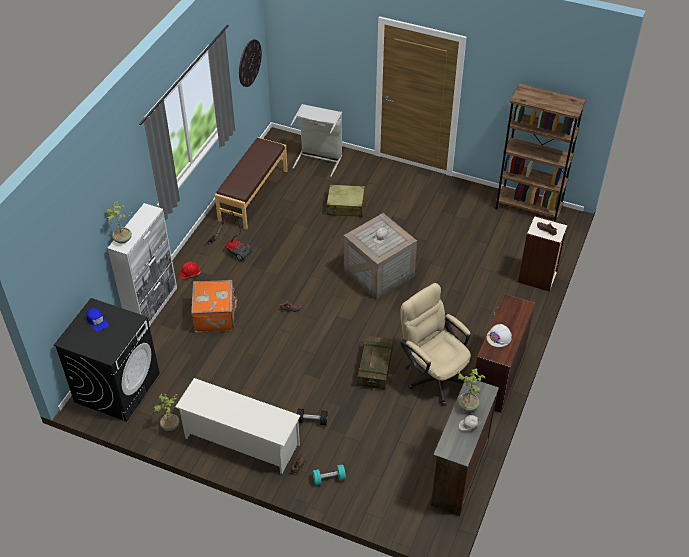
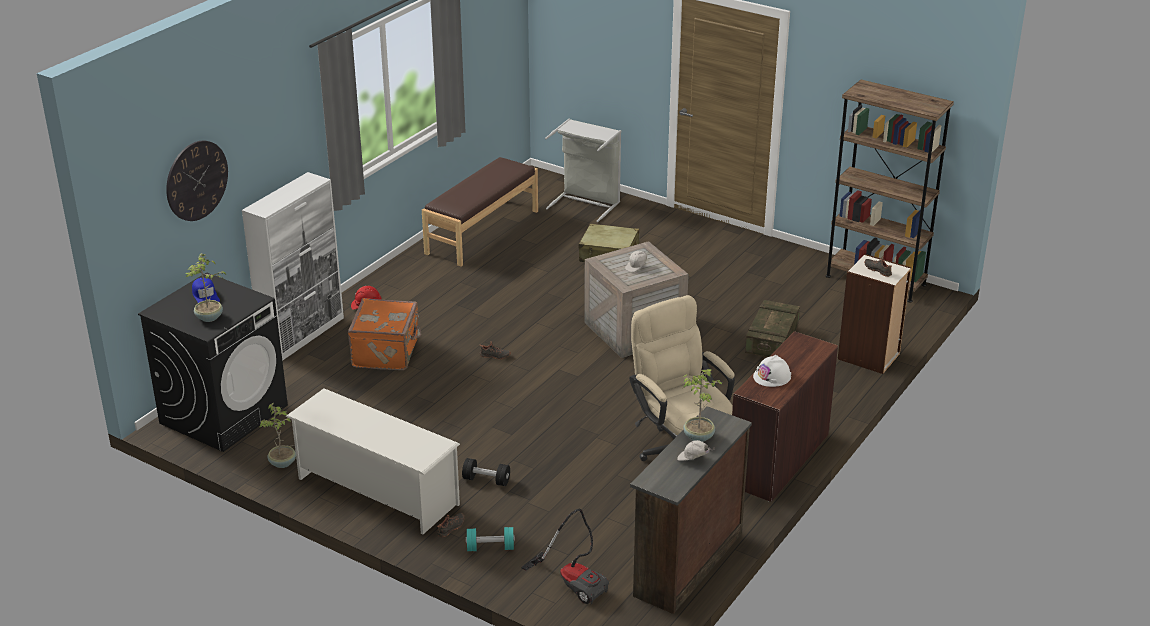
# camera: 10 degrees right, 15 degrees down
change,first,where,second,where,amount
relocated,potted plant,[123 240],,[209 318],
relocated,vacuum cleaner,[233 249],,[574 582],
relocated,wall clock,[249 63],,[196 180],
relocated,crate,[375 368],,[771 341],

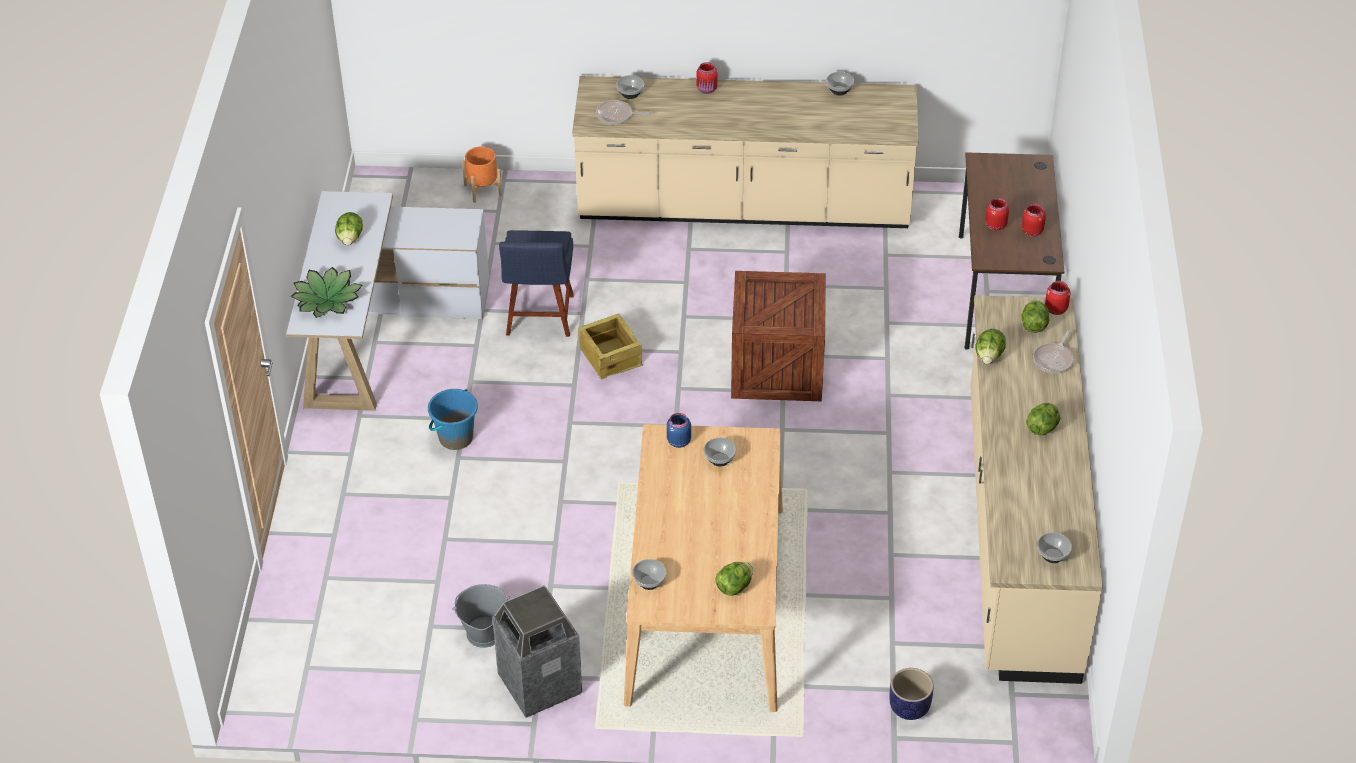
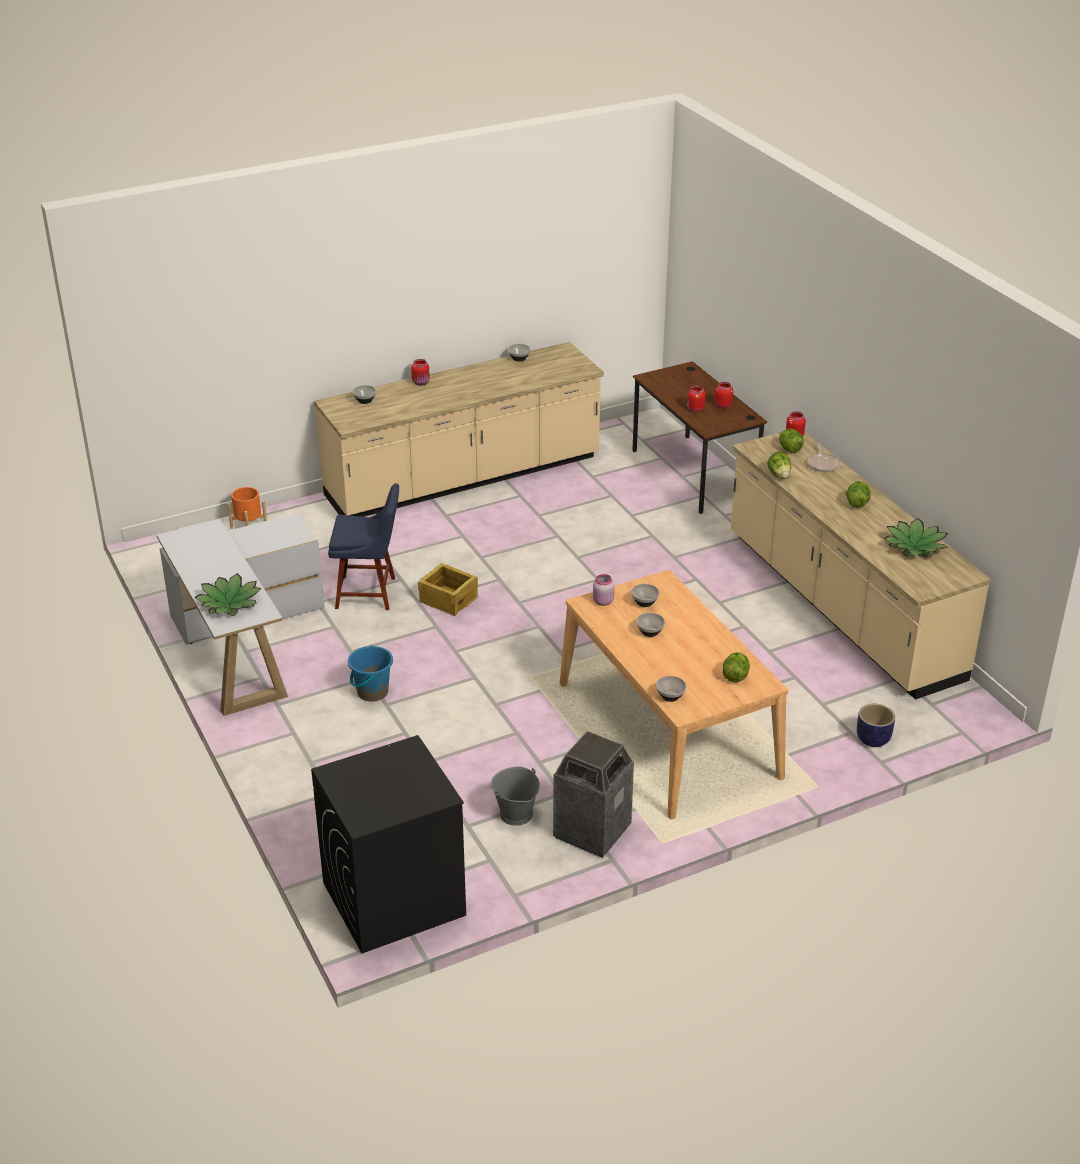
# camera: 30 degrees left, 10 degrees down
change,first,where,second,where,amount
missing,lettuce,[350 239],,,
missing,frying pan,[616 116],,,
missing,crate,[778 369],,,
appeared,,,washing machine in black,[393 899],
appeared,,,potted plant,[914 546],
relocated,bowl,[1052 556],,[649 632],
colour,jar in blue,[678 441],jar in pink,[602 601],
spun,chair in blue,[539 318],,[369 593],60 degrees counterclockwise

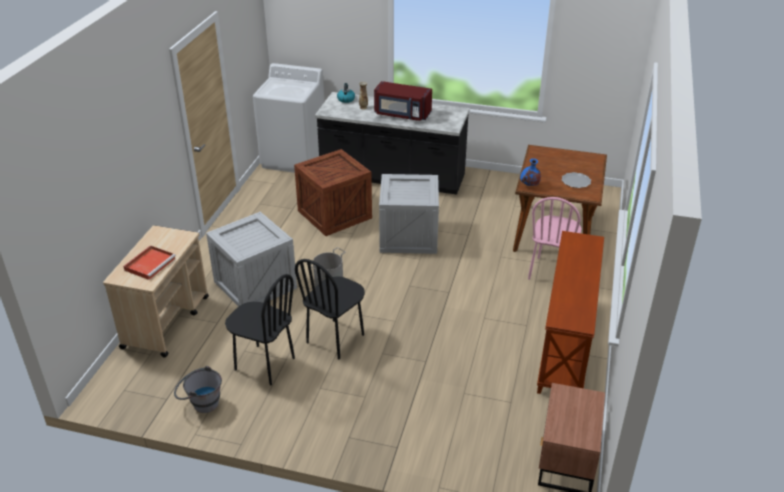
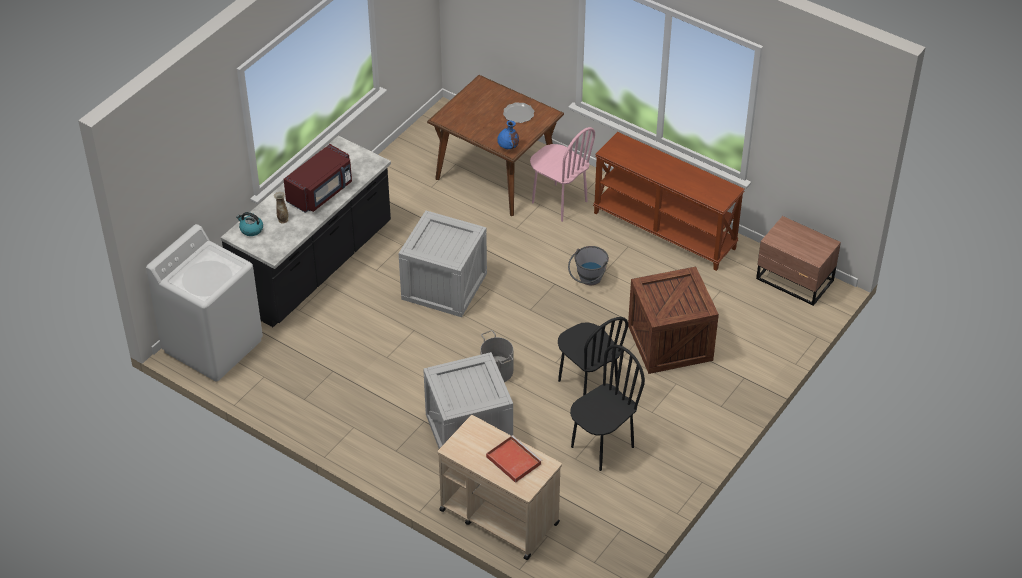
# camera: 70 degrees left, 10 degrees up
change,first,where,second,where,amount
relocated,bucket in grey,[201 403],,[588 280],
relocated,crate,[335 213],,[668 342],

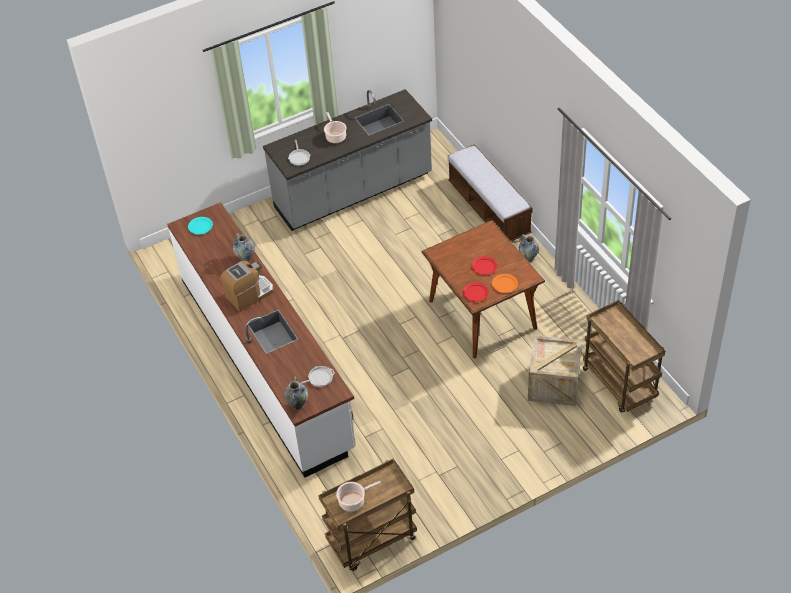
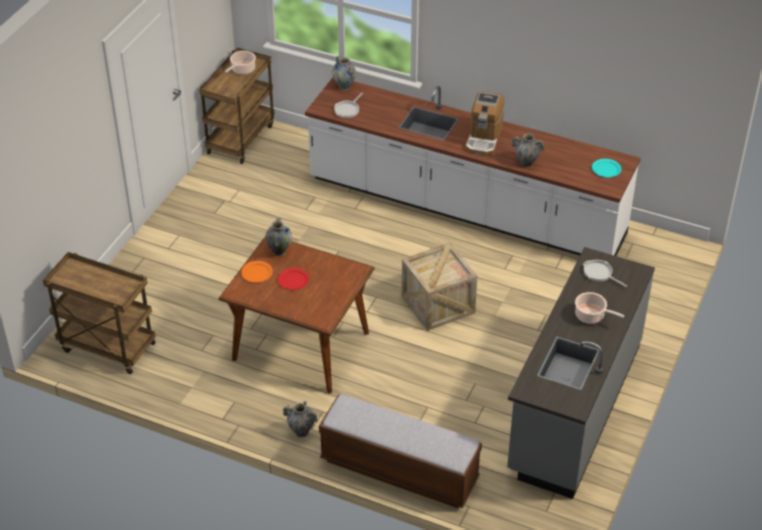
# camera: 140 degrees right, 5 degrees down
change,first,where,second,where,amount
relocated,crate,[553 384],,[438 304],
exchanged,plate in red,[475 293],vase,[279 251],

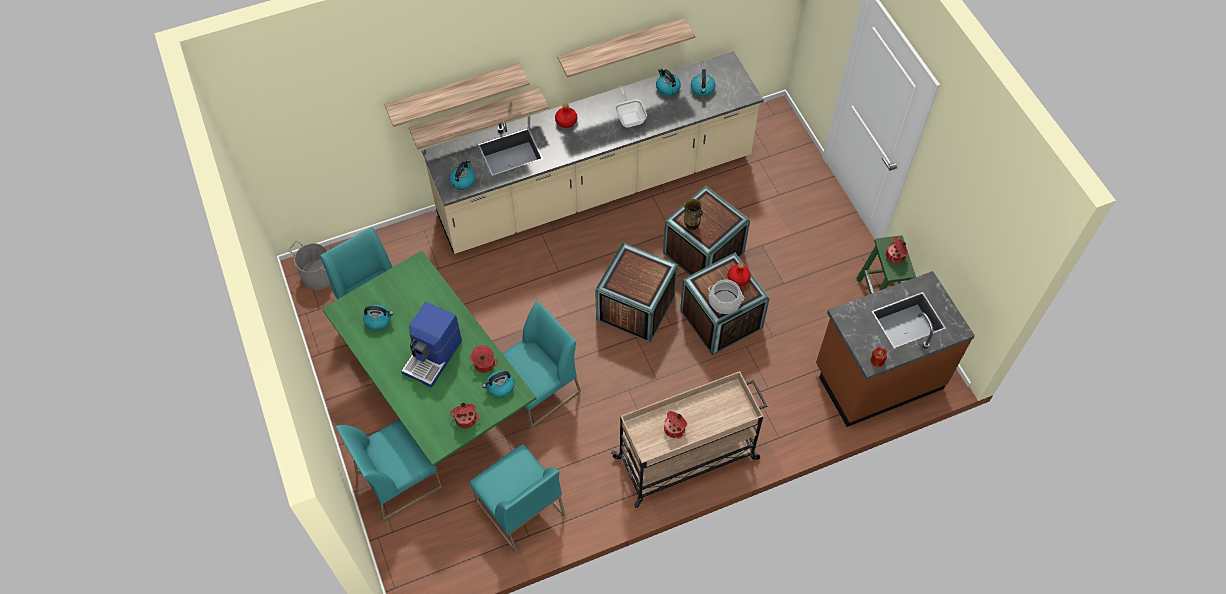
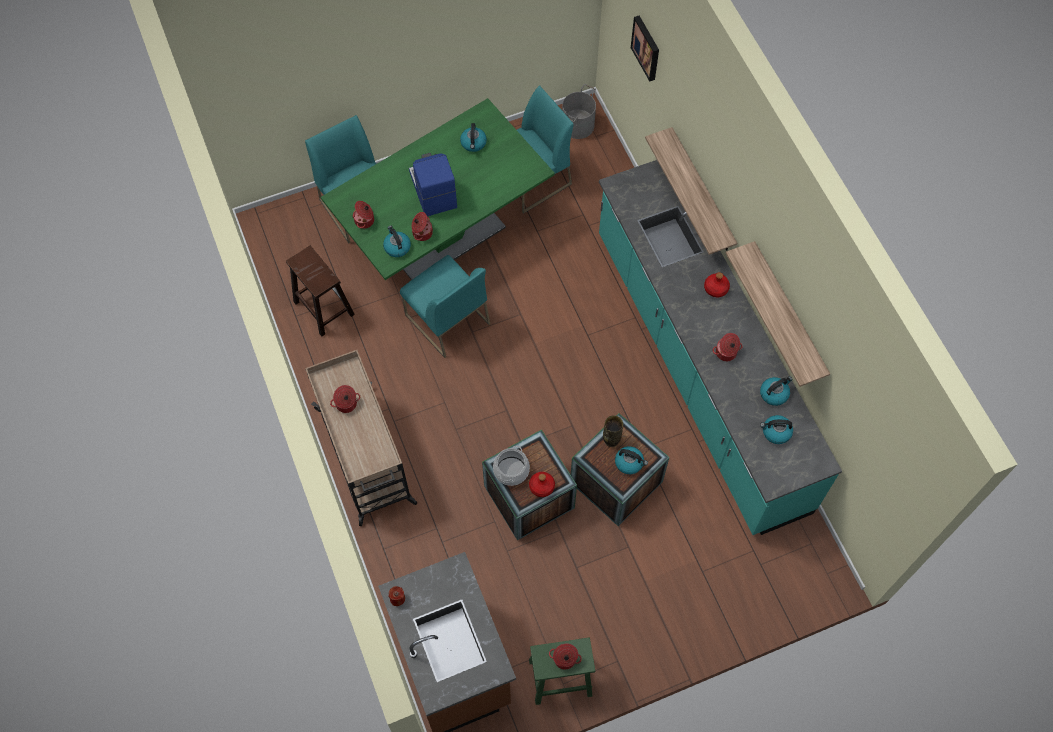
# camera: 90 degrees right, 5 degrees up
change,first,where,second,where,amount
missing,shelf,[454 93],,,
missing,crate,[635 307],,,
appeared,,,picture,[647 47],
relocated,kettle,[463 180],,[629 462],
exchanged,chair in turquoise,[519 508],stool in brown,[323 307],
exchanged,frying pan,[630 117],cooking pot,[726 353],
colour,counter in beige,[596 188],counter in turquoise,[698 370],
spun,coffee machine,[433 356],,[432 190],45 degrees clockwise

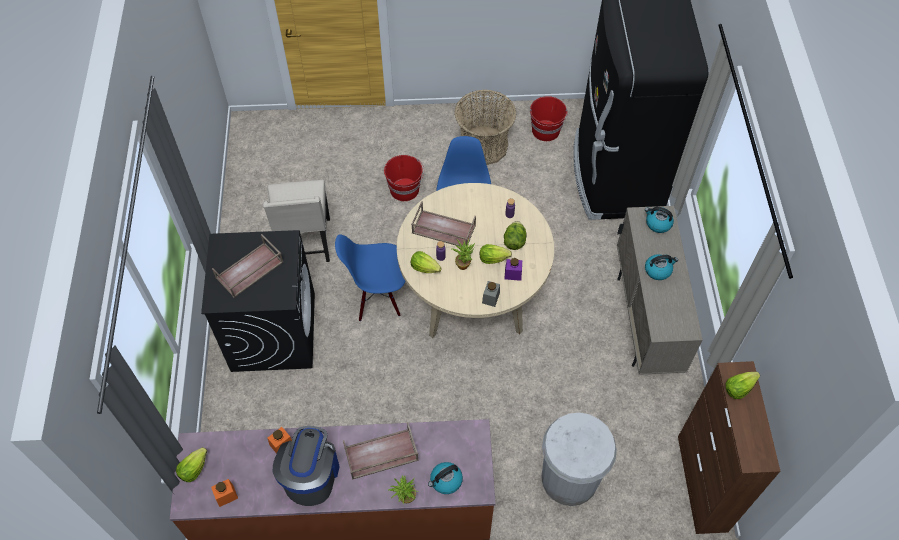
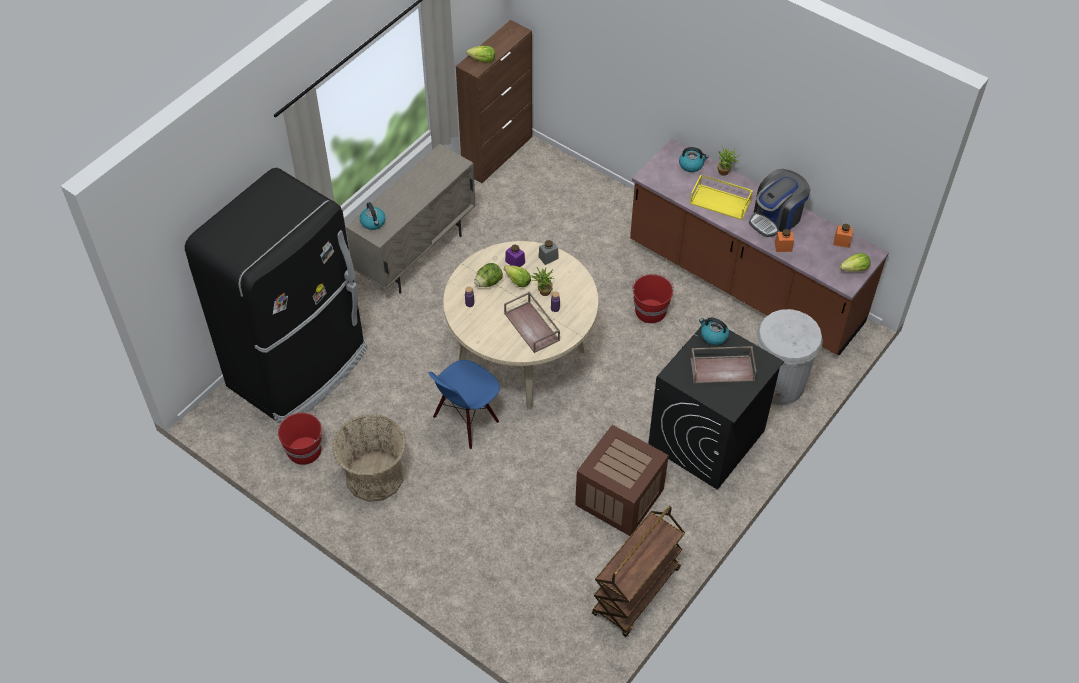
# camera: 140 degrees left, 5 degrees down
change,first,where,second,where,amount
missing,chair in blue,[378 297],,,
missing,lettuce,[424 267],,,
appeared,,,cart in brown,[636 592],
relocated,bucket in red,[405 190],,[650 310],
relocated,trash can in white,[569 478],,[778 383],
relocated,kettle,[658 270],,[713 336],
exchanged,chair in beige,[305 243],crate,[619 497],
colour,tray in brown,[380 455],tray in yellow,[721 202],

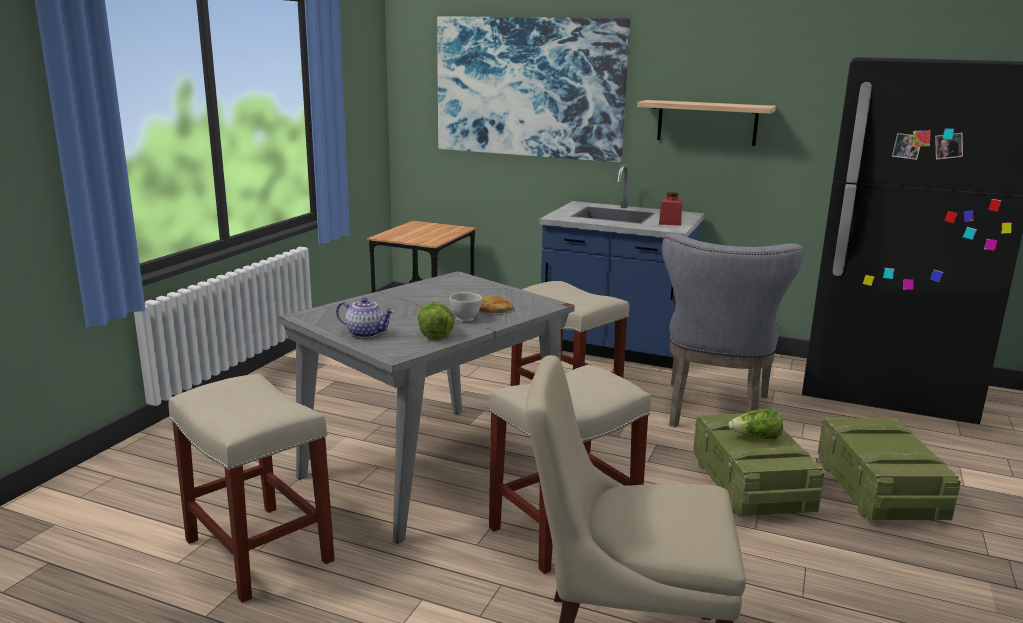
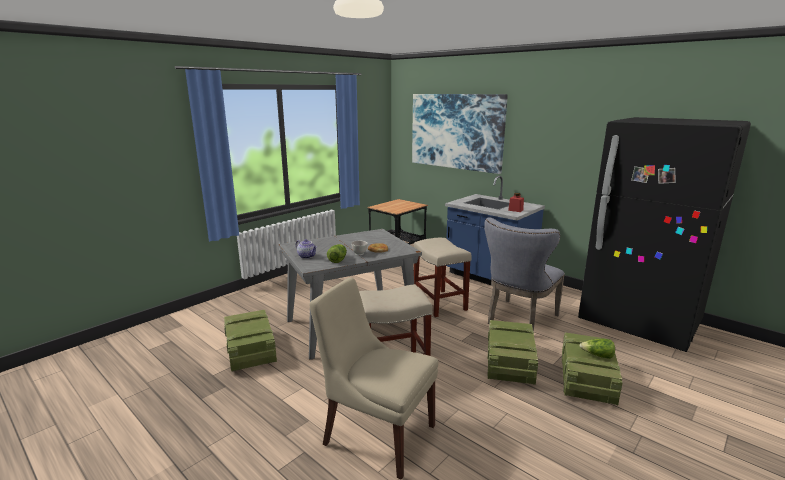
# camera: 20 degrees right, 0 degrees up
change,first,where,second,where,amount
missing,shelf,[707 122],,,
relocated,lettuce,[756 437],,[597 355],
exchanged,stool in beige,[257 550],crate,[250 351],

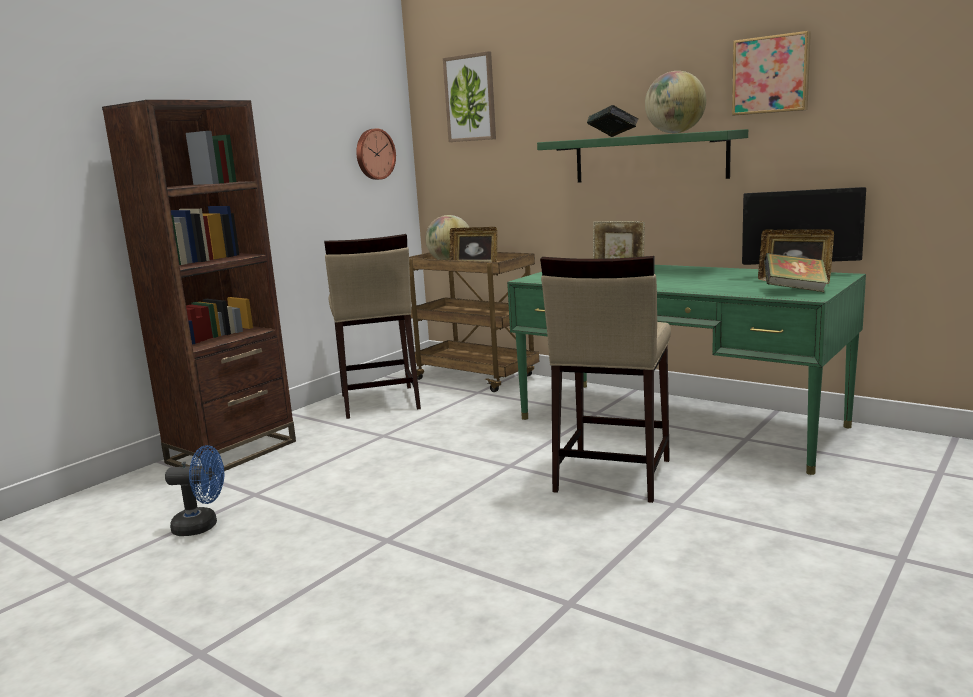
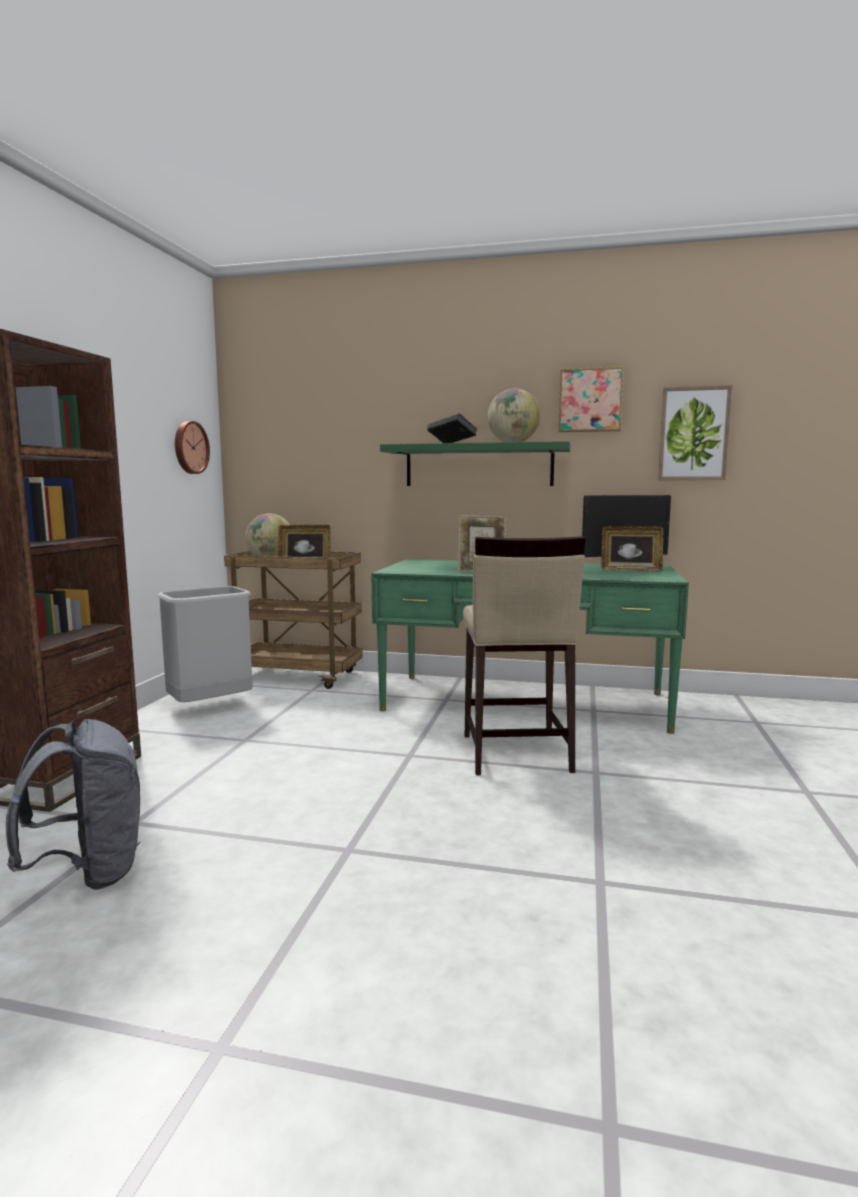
# camera: 25 degrees left, 5 degrees down
change,first,where,second,where,amount
missing,book,[794 290],,,
relocated,picture,[470 98],,[693 434],
exchanged,fan in blue,[202 526],backpack in grey,[89 872],
exchanged,stool in beige,[379 402],trash can in grey,[210 707],

